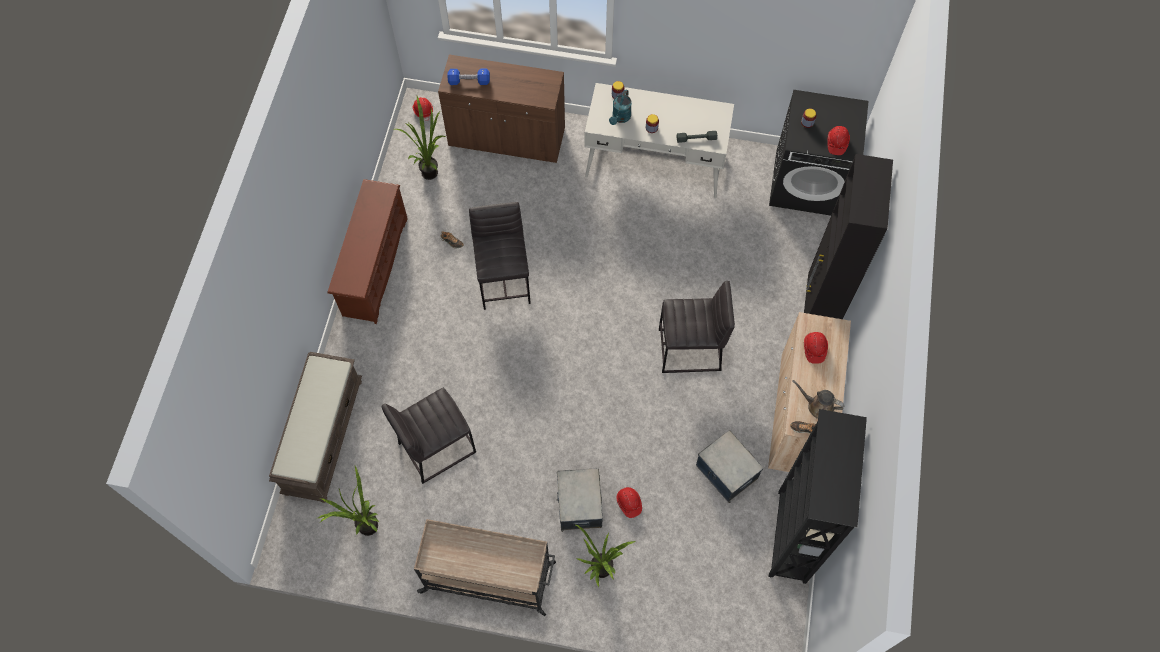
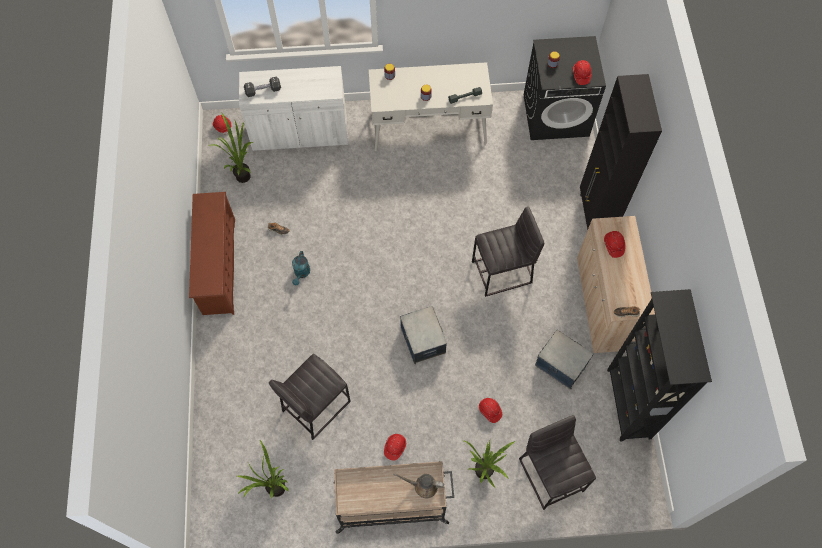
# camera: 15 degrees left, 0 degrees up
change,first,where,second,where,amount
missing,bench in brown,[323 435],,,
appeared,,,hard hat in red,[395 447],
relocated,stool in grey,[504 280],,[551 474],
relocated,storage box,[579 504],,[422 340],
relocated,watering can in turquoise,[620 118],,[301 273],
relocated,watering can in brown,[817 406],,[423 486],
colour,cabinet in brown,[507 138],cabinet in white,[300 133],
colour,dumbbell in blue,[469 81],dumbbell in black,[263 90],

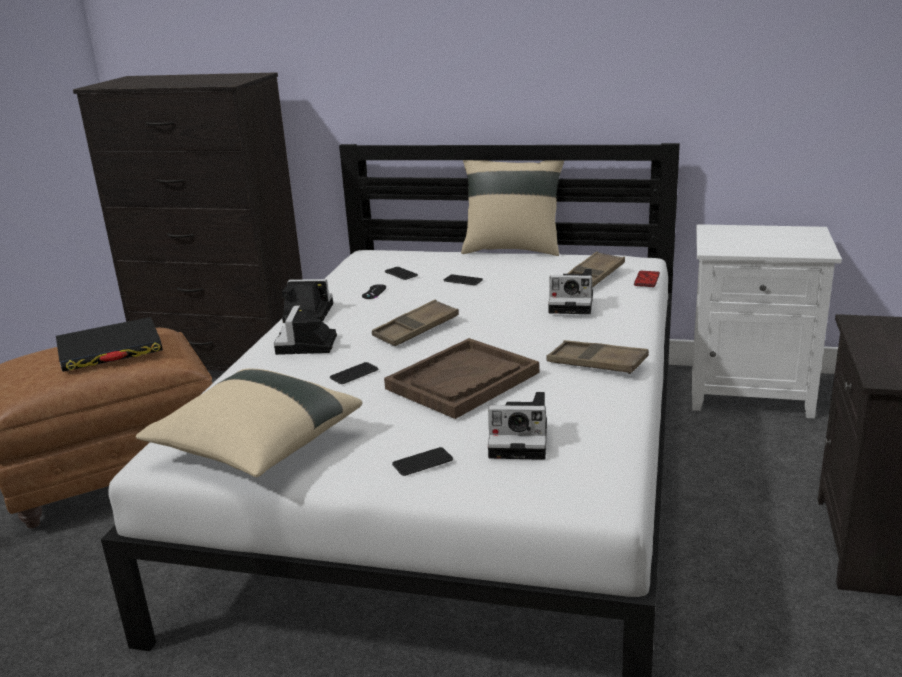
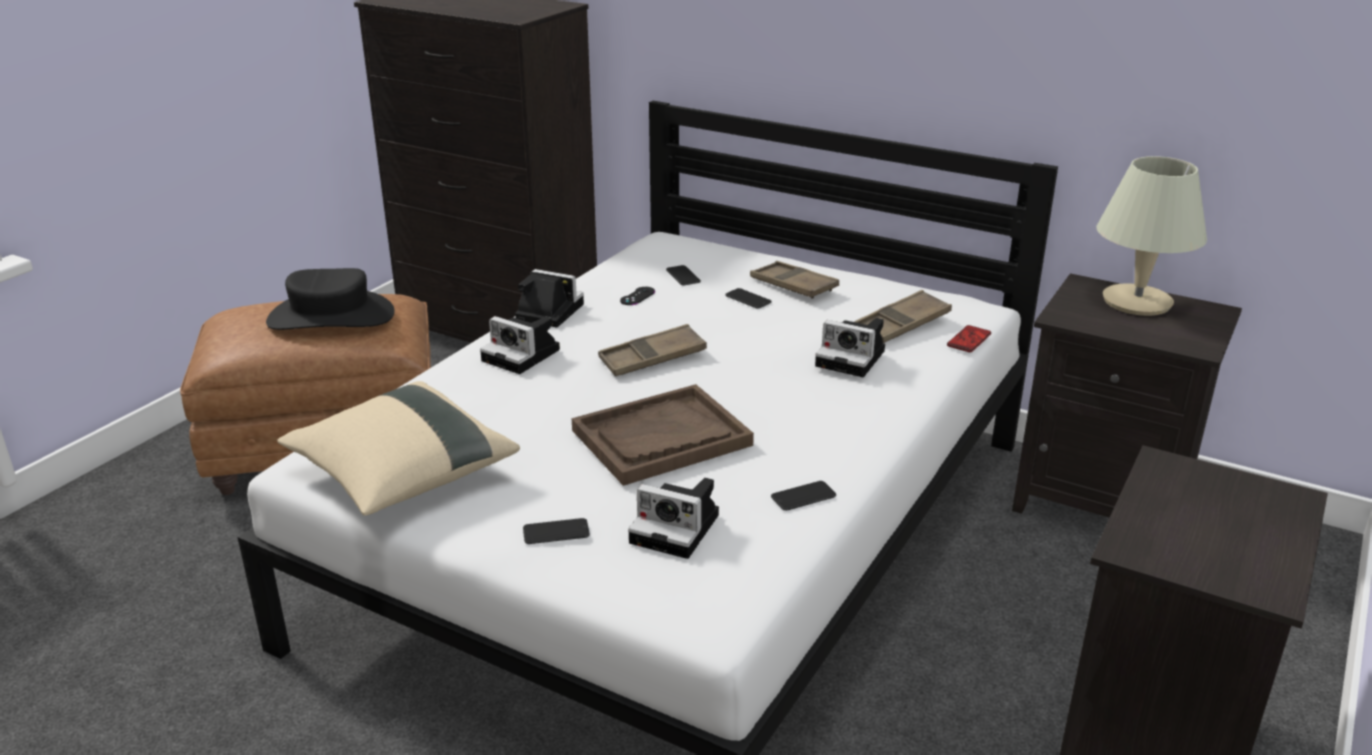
# camera: 15 degrees right, 5 degrees up
change,first,where,second,where,amount
missing,pillow in beige,[512 249],,,
appeared,,,table lamp in beige,[1137 301],
relocated,phone,[354 374],,[803 497],
relocated,tray in brown,[596 363],,[793 286],
exchanged,book in black,[110 350],hat in black,[331 317],
colour,nightstand in white,[751 392],nightstand in black,[1104 502],
spun,photo camera,[307 345],,[524 355],75 degrees counterclockwise

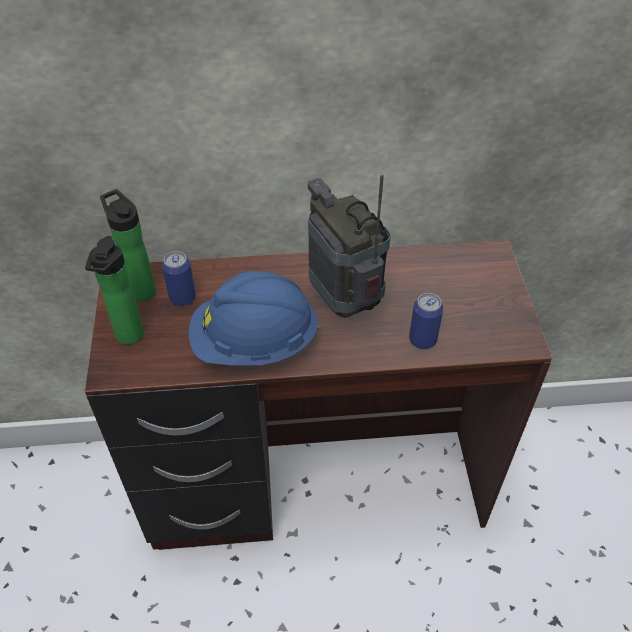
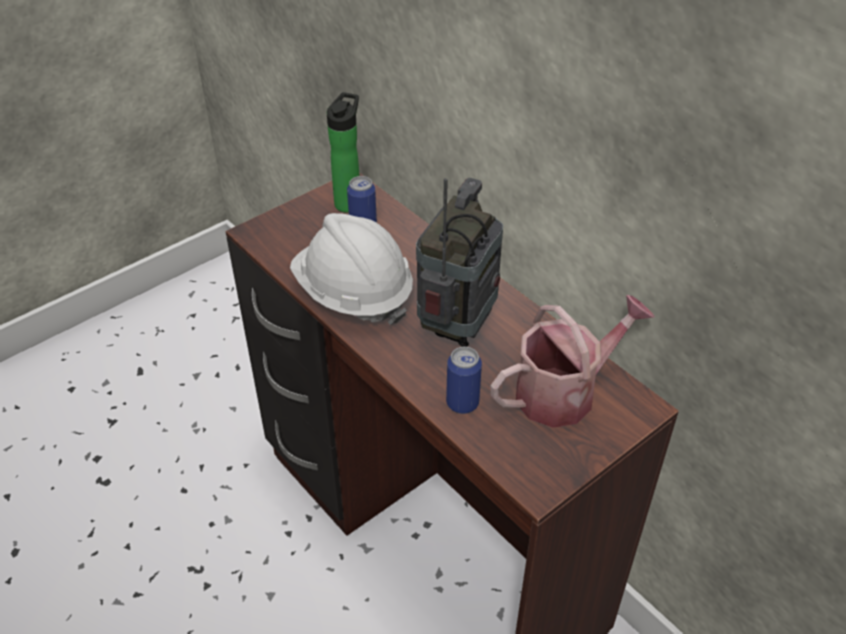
# camera: 55 degrees right, 5 degrees down
change,first,where,second,where,amount
missing,bottle,[128 338],,,
appeared,,,watering can,[564 391],
colour,hard hat in blue,[254 343],hard hat in white,[353 294],

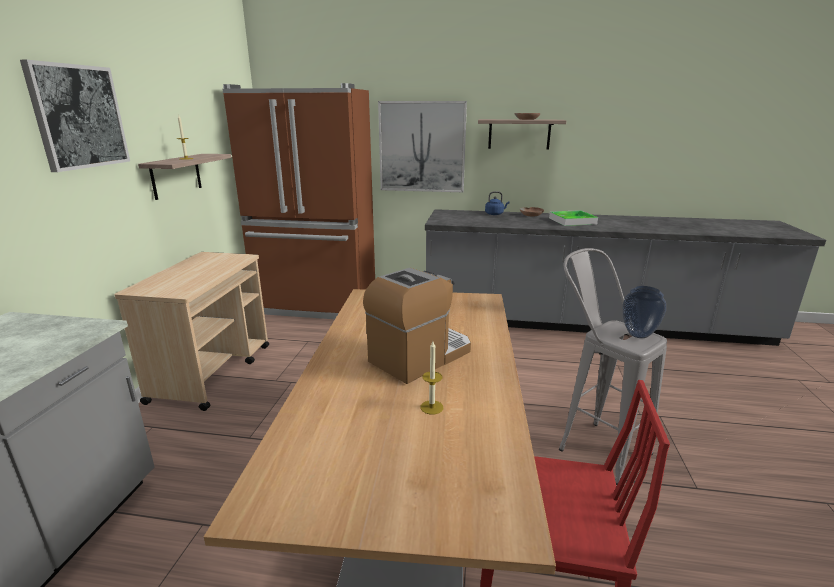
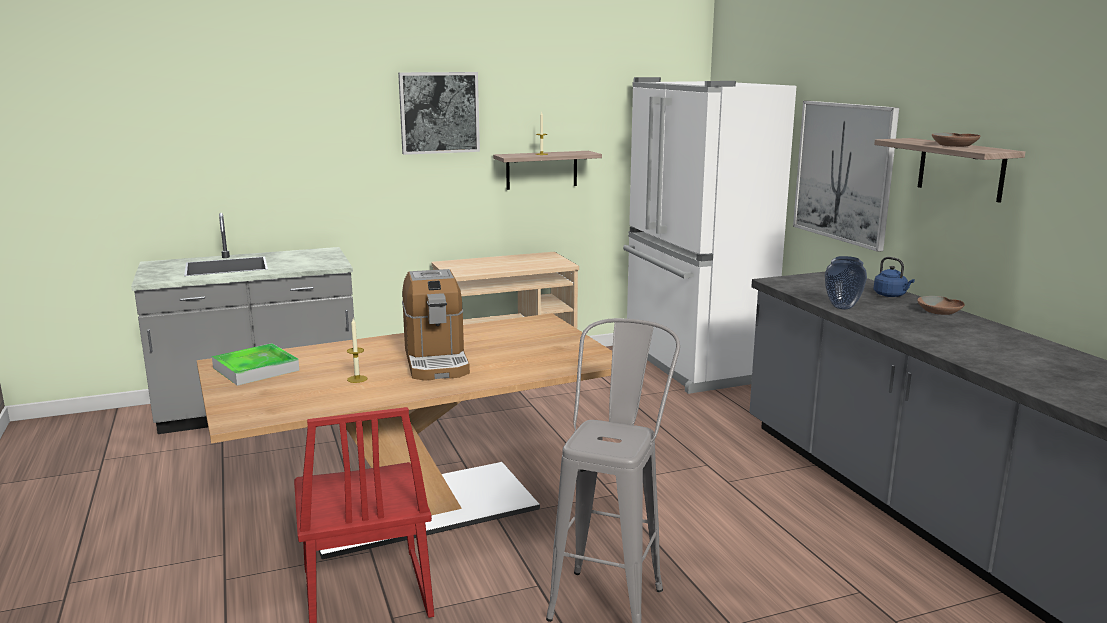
# camera: 60 degrees right, 5 degrees down
change,first,where,second,where,amount
relocated,tray,[572 221],,[256 369],
relocated,vase,[638 335],,[841 307],
colour,fridge in brown,[317 307],fridge in white,[691 365],
spun,coffee machine,[420 356],,[436 361],60 degrees clockwise

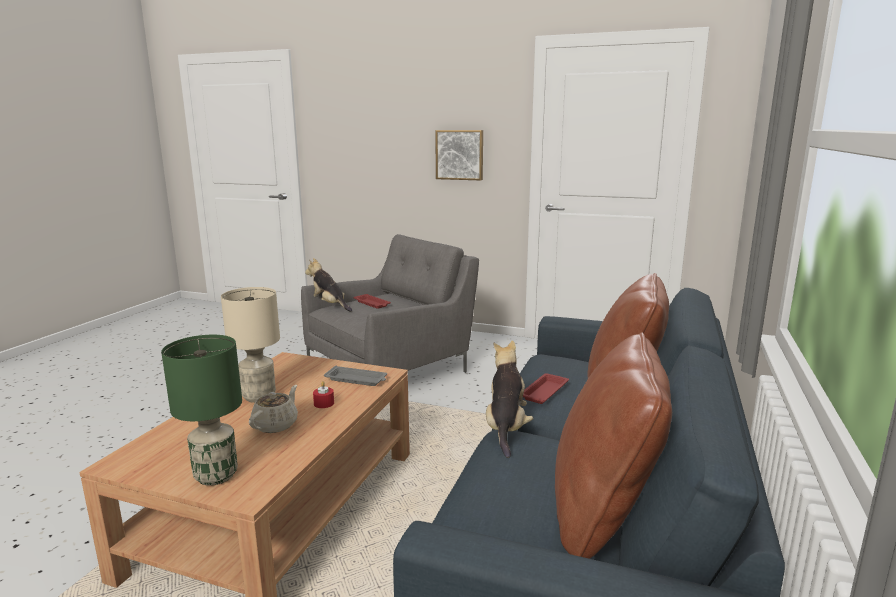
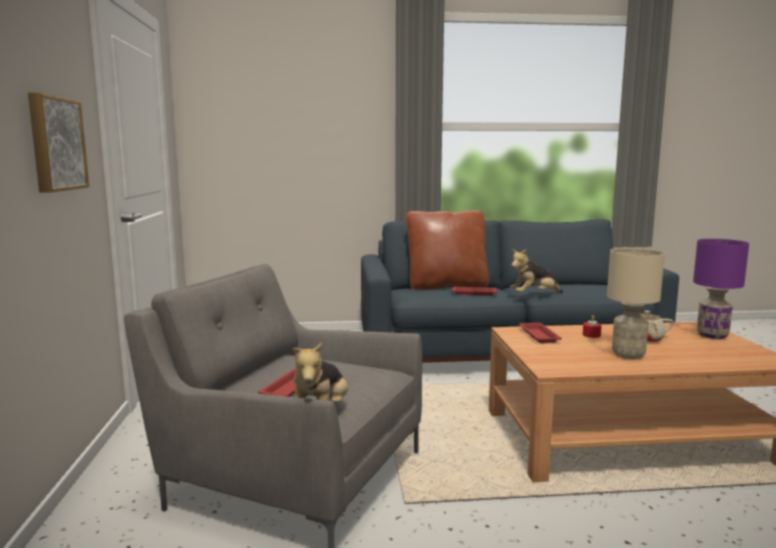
# camera: 115 degrees left, 5 degrees down
change,first,where,second,where,amount
missing,pillow in brown,[603 512],,,
colour,table lamp in green,[215 476],table lamp in purple,[713 335],
colour,tray in grey,[357 380],tray in red,[538 335],

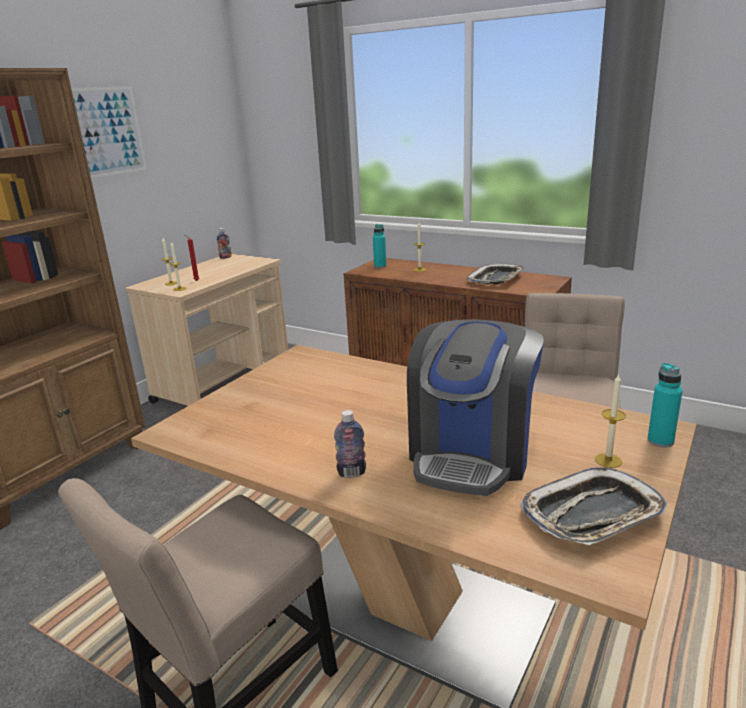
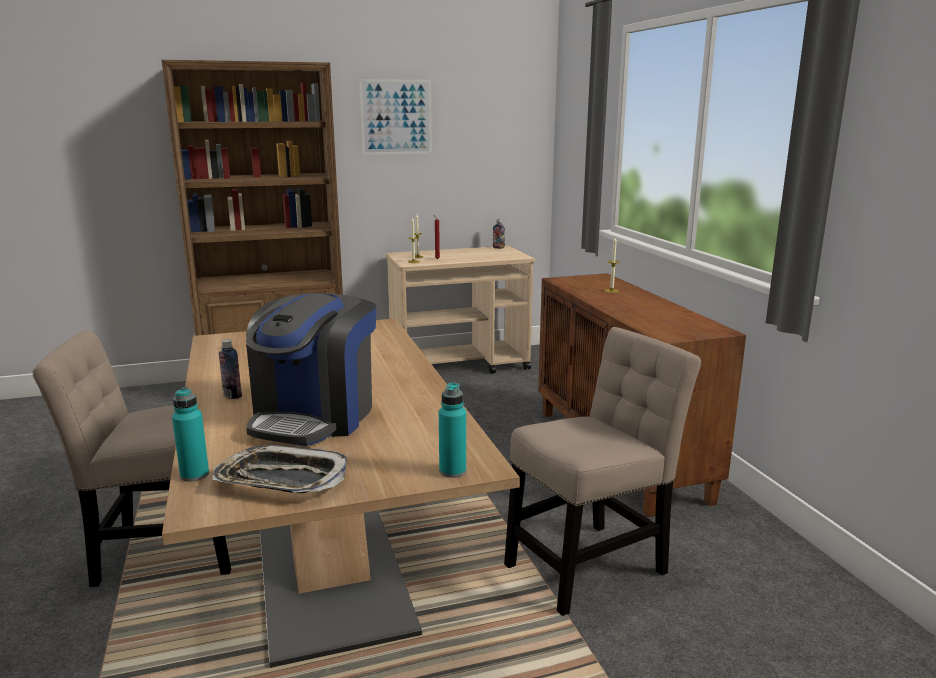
# camera: 40 degrees right, 5 degrees down
change,first,where,second,where,amount
missing,tray,[496 279],,,
missing,candle,[608 460],,,
relocated,bottle in turquoise,[380 266],,[194 475],
spun,coffee machine,[471 453],,[315 417],45 degrees counterclockwise

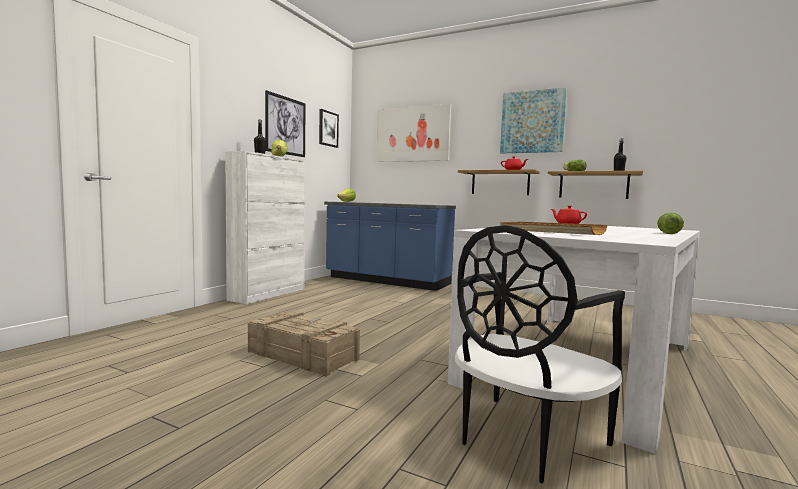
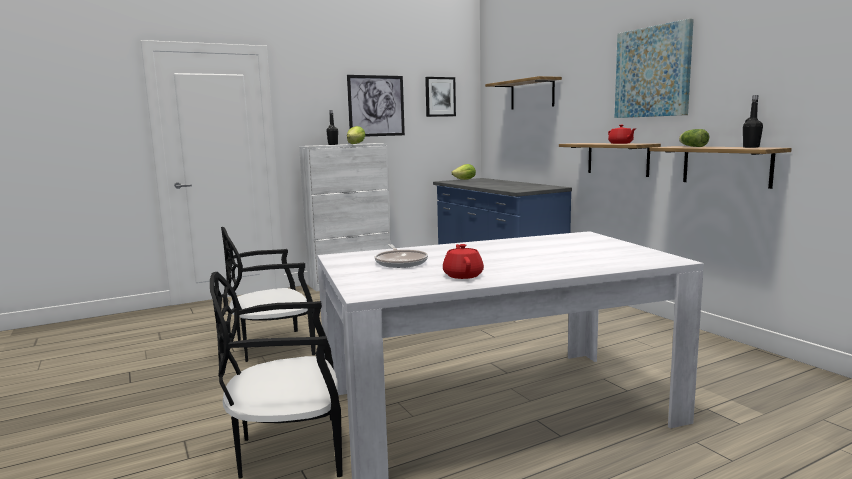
# camera: 35 degrees right, 5 degrees up
change,first,where,second,where,amount
missing,lettuce,[668 233],,,
relocated,teapot in red,[567 224],,[463 275],
exchanged,crate,[302 355],chair in black,[273 347],
exchanged,picture,[412 134],shelf,[532 94],
exchanged,tray in beige,[551 231],frying pan,[401 262],

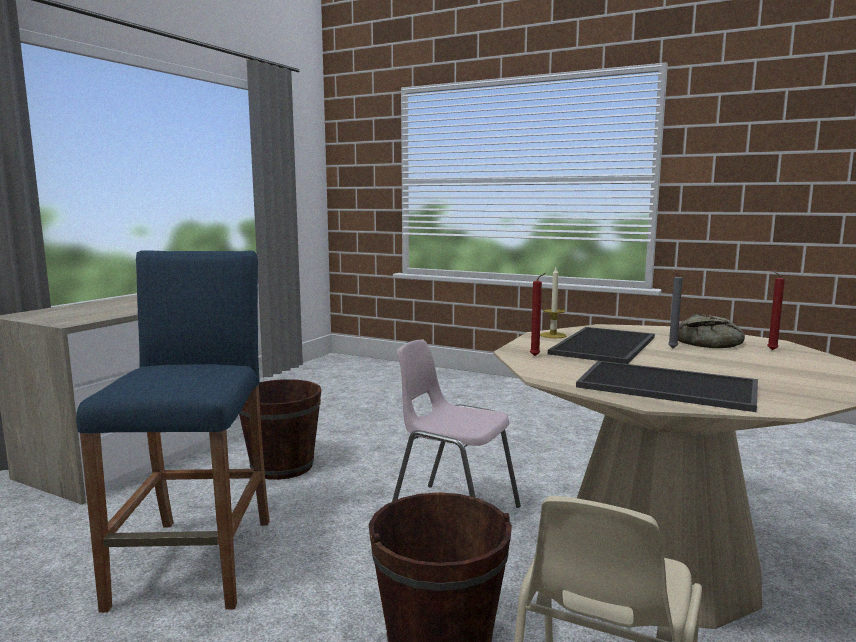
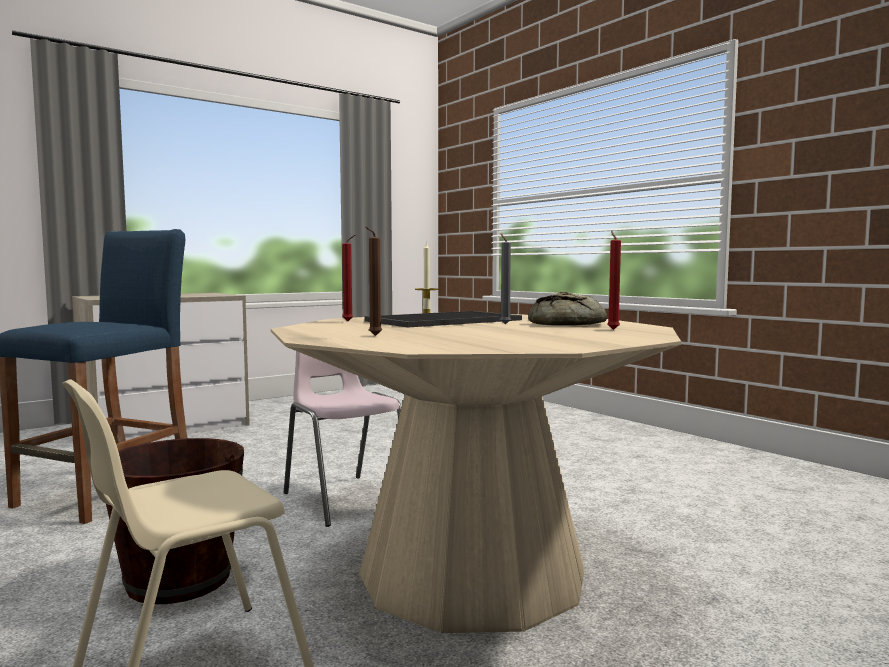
# camera: 25 degrees right, 5 degrees down
change,first,where,second,where,amount
missing,bucket in brown,[282 466],,,
exchanged,tray,[665 386],candle in brown,[373 336],

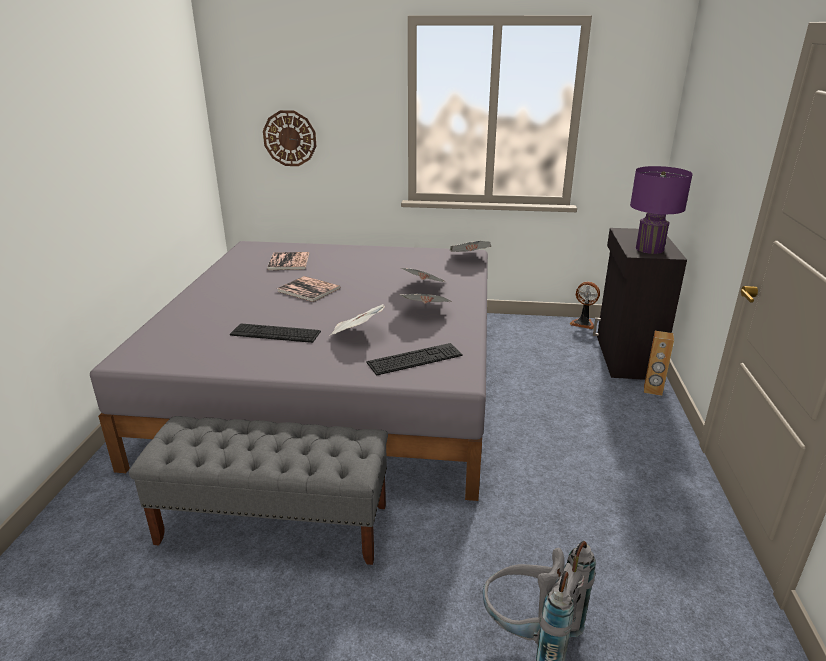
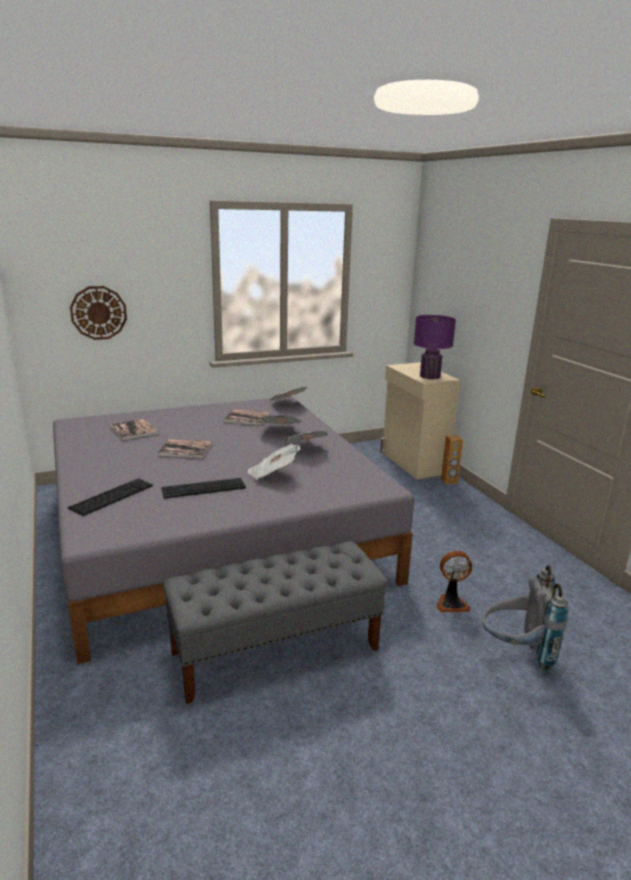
# camera: 30 degrees left, 5 degrees down
change,first,where,second,where,amount
appeared,,,book,[247 418],
relocated,keyboard,[415 359],,[112 496],
relocated,fan,[583 323],,[451 603],
colour,cabinet in black,[625 357],cabinet in beige,[413 463],

